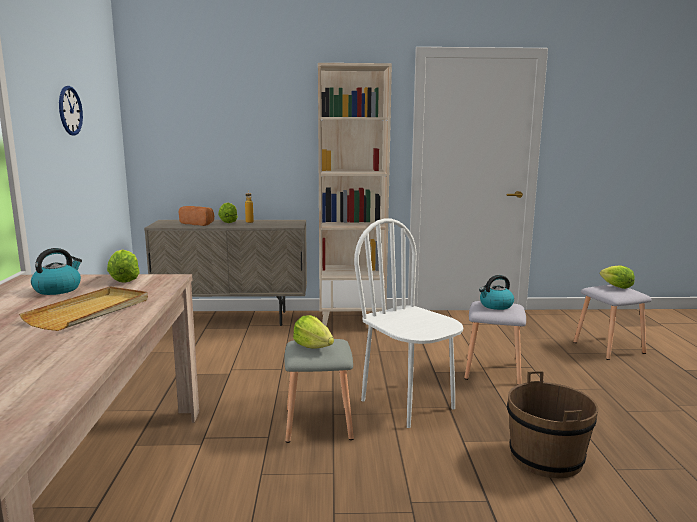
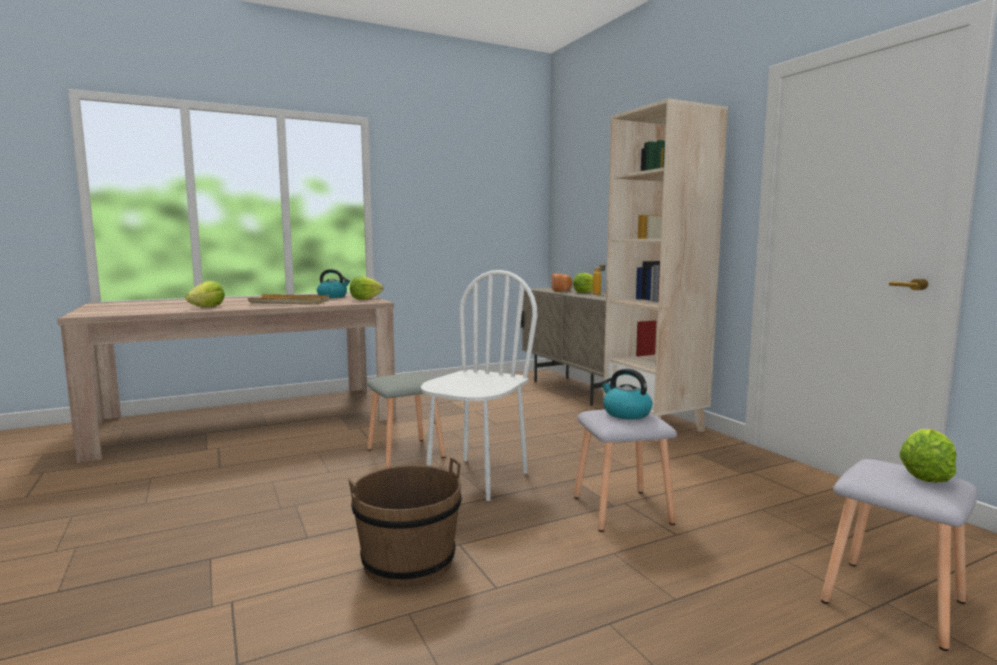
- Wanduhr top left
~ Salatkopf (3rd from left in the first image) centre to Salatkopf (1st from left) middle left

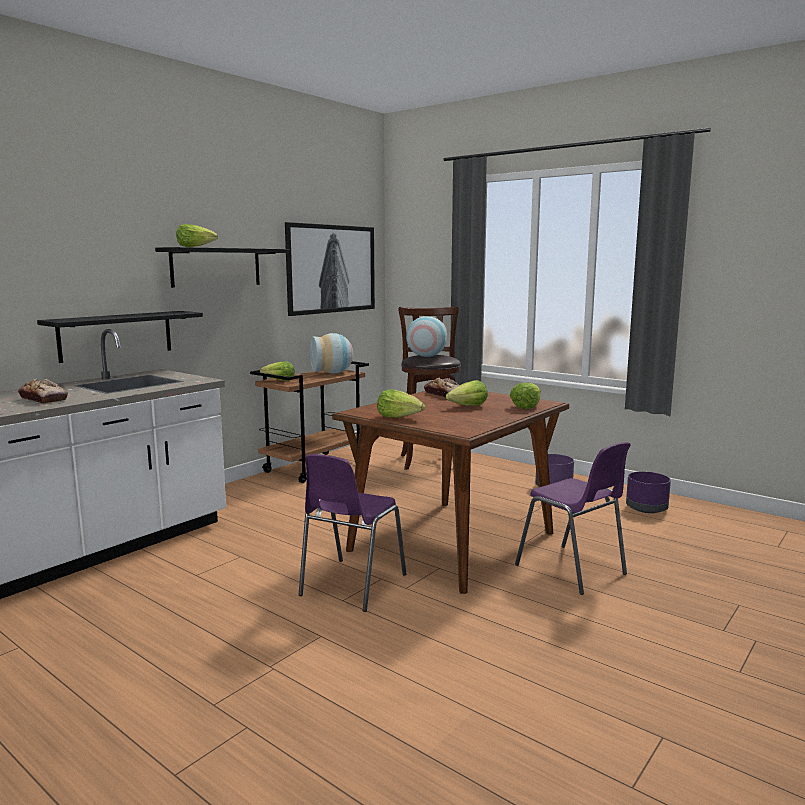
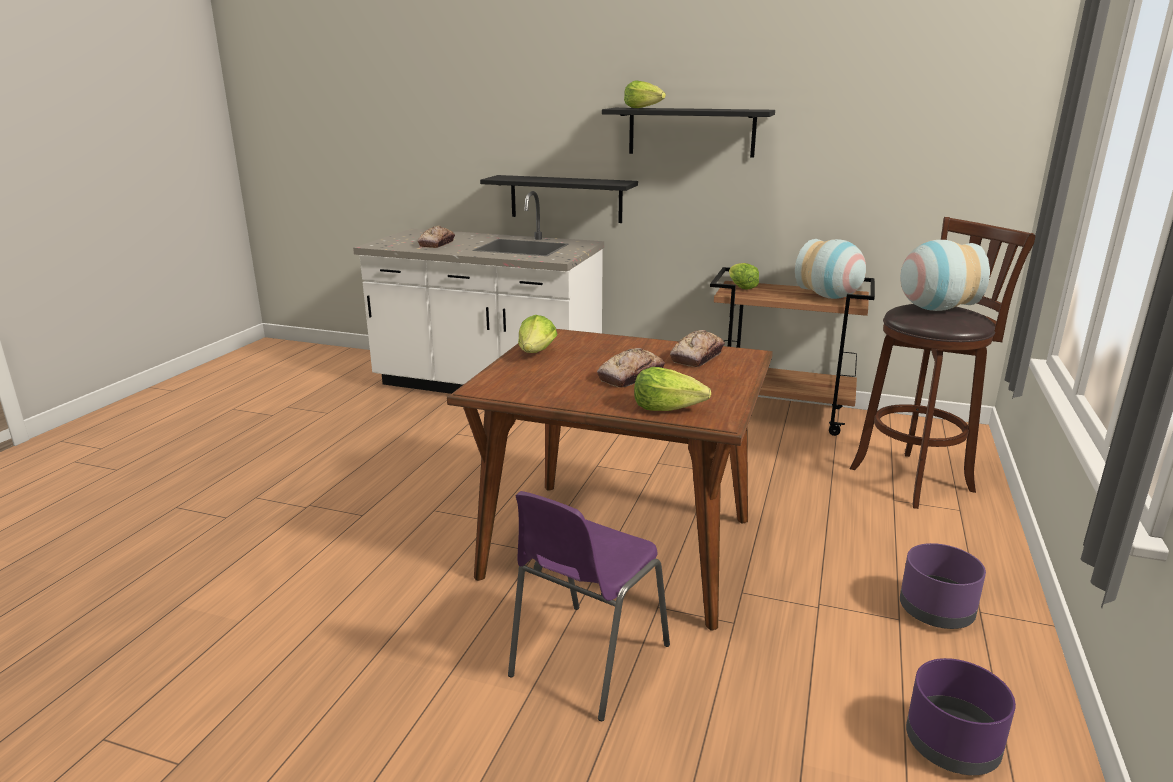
- Bild centre
- Stuhl [lila] (1st from left) centre
~ Salatkopf (4th from left) centre to Brot (2nd from left) centre

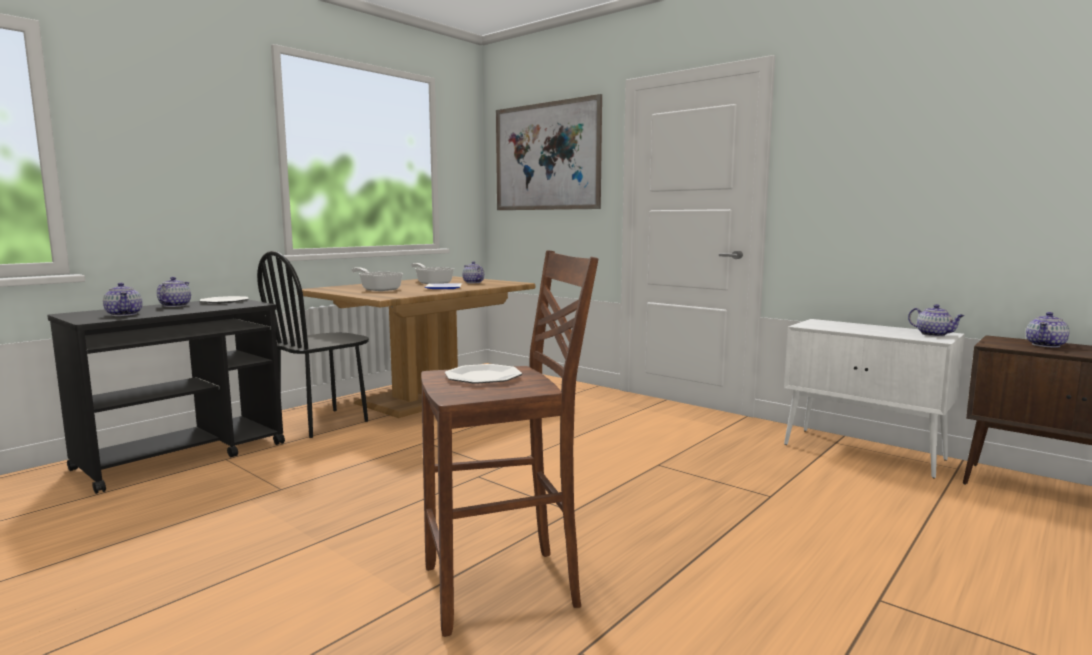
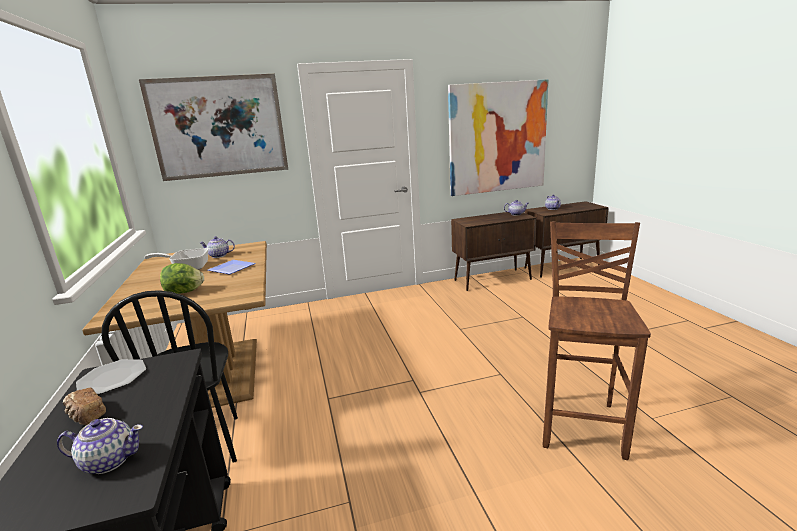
~ Teekanne (2nd from left) middle left to Brot bottom left
~ Pfanne (1st from left) centre to Salatkopf middle left
- Teller (3rd from left) centre
~ Schrank [weiß] middle right to Schrank [braun] (1st from left) centre
+ Bild (2nd from left) top centre

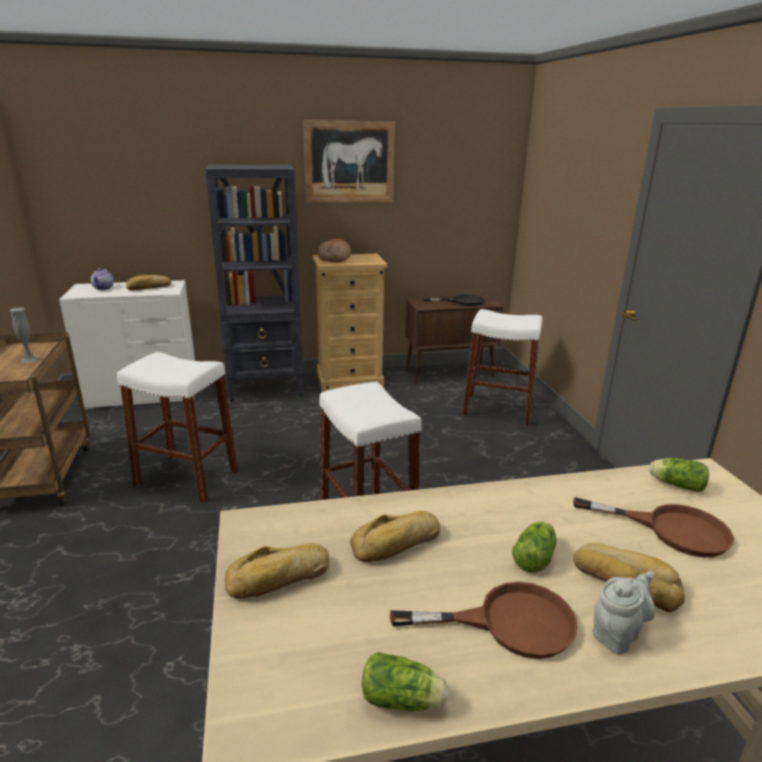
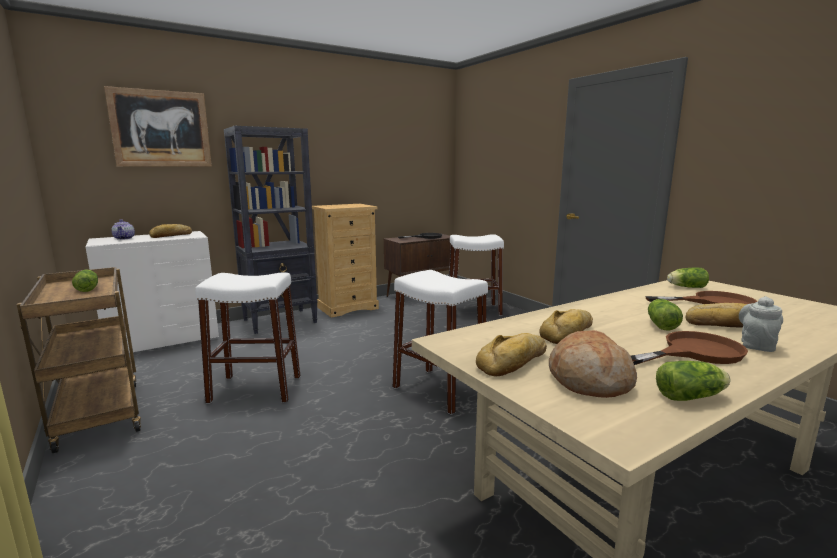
~ Vase [grau] middle left to Salatkopf (1st from left) middle left
~ Bild top centre to top left
~ Brot (3rd from left in the first image) top centre to Brot (4th from left) middle right

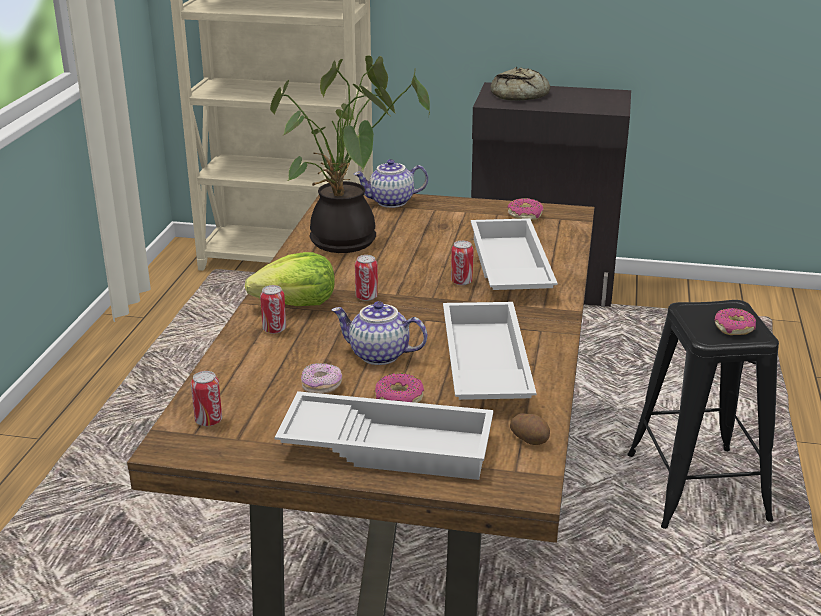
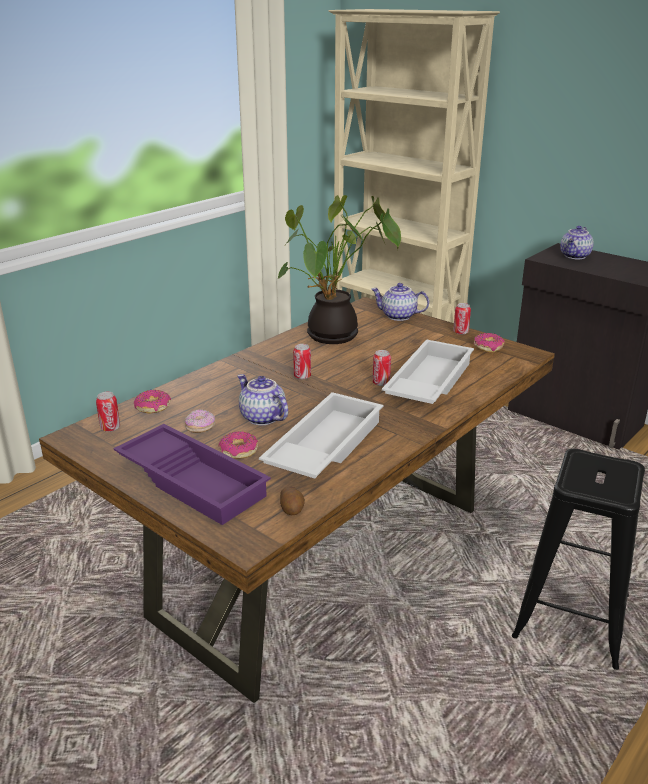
- Salatkopf centre
~ Dose (2nd from left in the first image) middle left to Dose (4th from left) middle right
~ Tablett [weiß] (1st from left) bottom centre to Tablett [lila] middle left
~ Brot top centre to Teekanne (3rd from left) top right
~ Donut (4th from left in the first image) middle right to Donut (1st from left) middle left

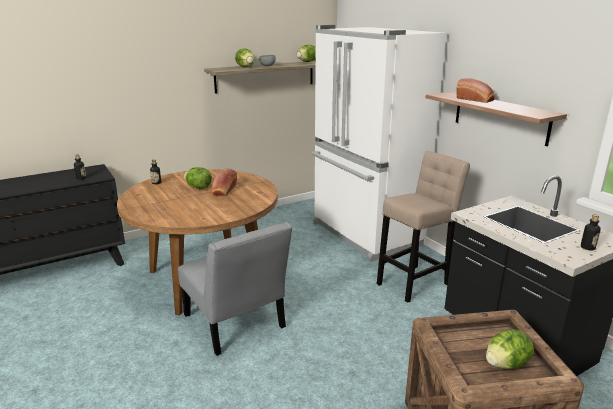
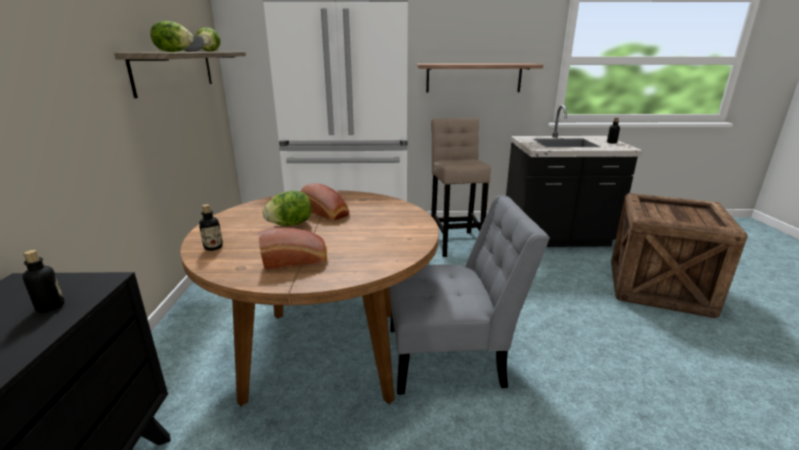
~ Brot (2nd from left in the first image) top right to Brot (1st from left) centre
- Salatkopf (4th from left) bottom right

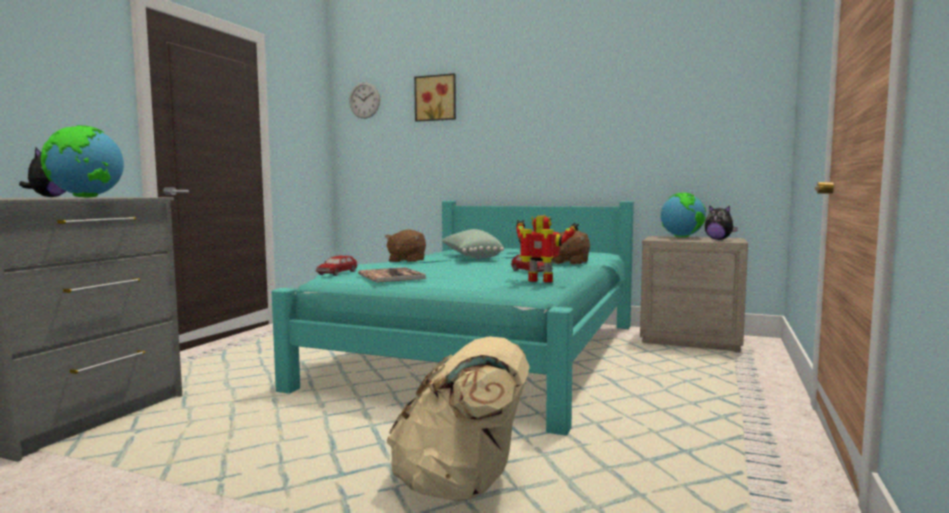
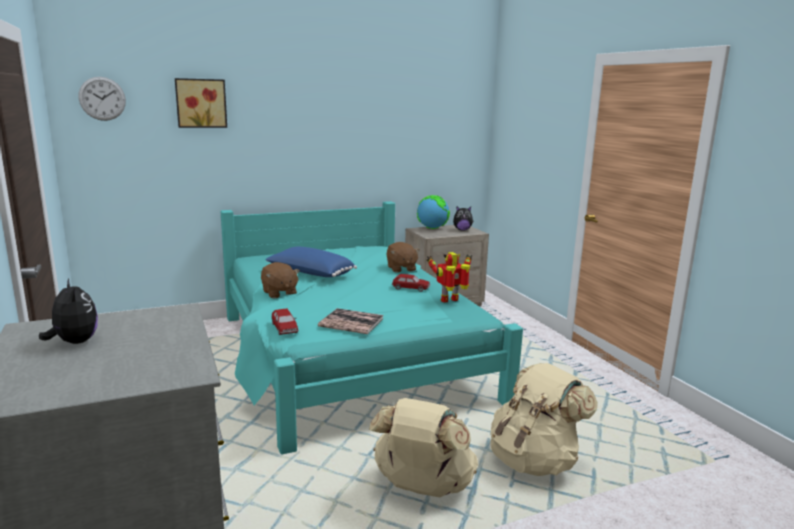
- Globus (1st from left) top left
~ Kissen [grün] centre to Kissen [blau] centre
+ Rucksack [beige] (1st from left) bottom centre

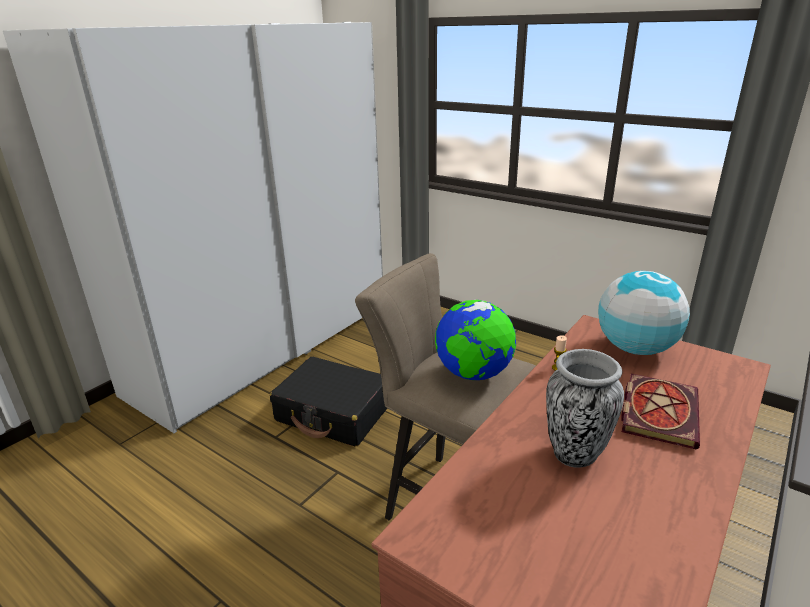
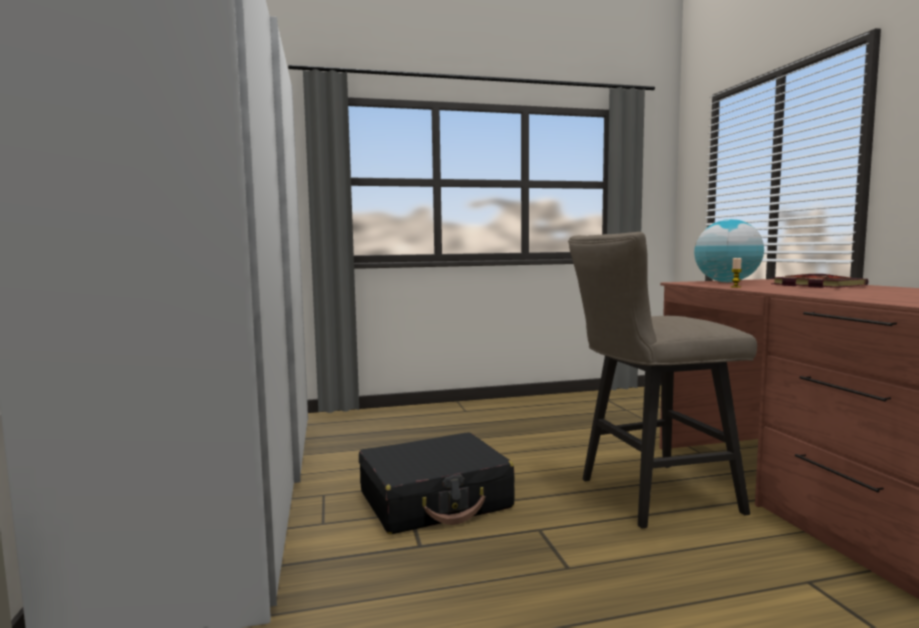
- Globus (1st from left) centre
- Vase bottom right

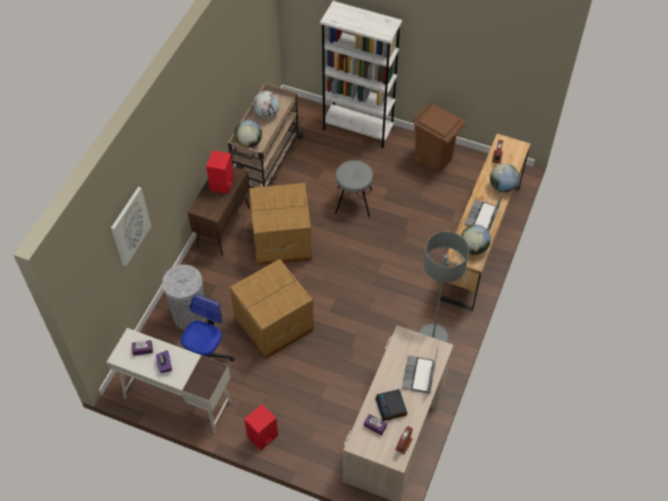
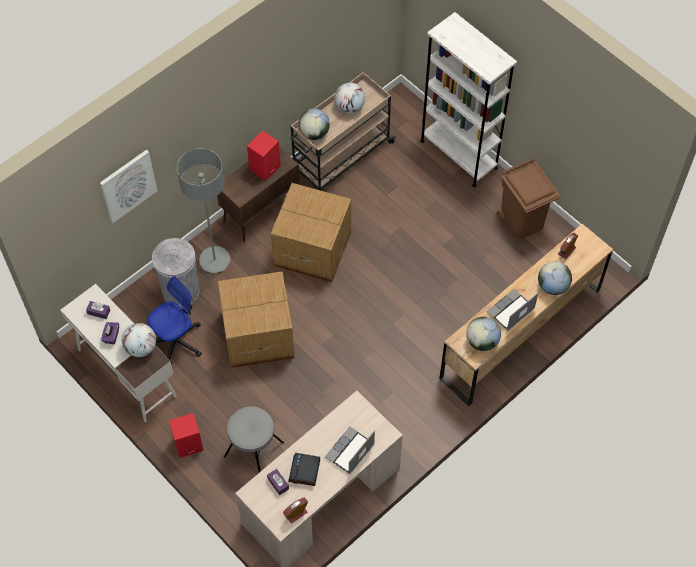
~ Hocker [grau] centre to bottom centre
~ Stehlampe [grau] centre to middle left
+ Globus (1st from left) middle left

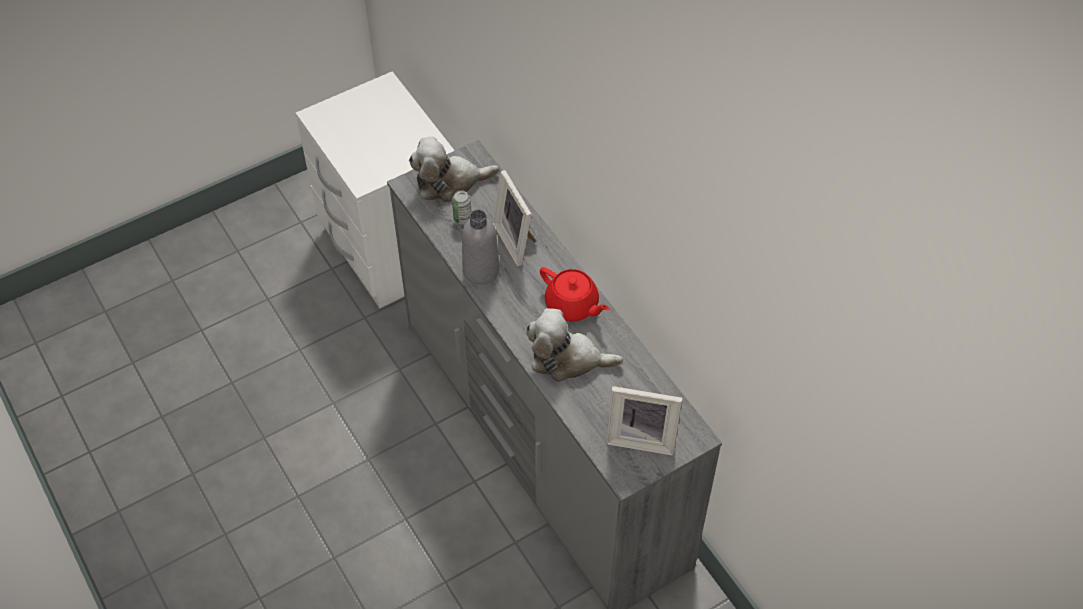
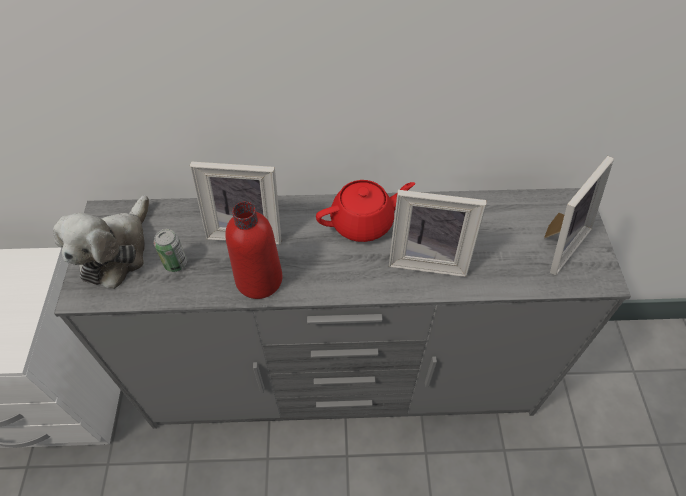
~ Flasche [grau] centre to Flasche [rot] centre
~ Plüschtier (2nd from left) centre to Bilderrahmen (2nd from left) centre

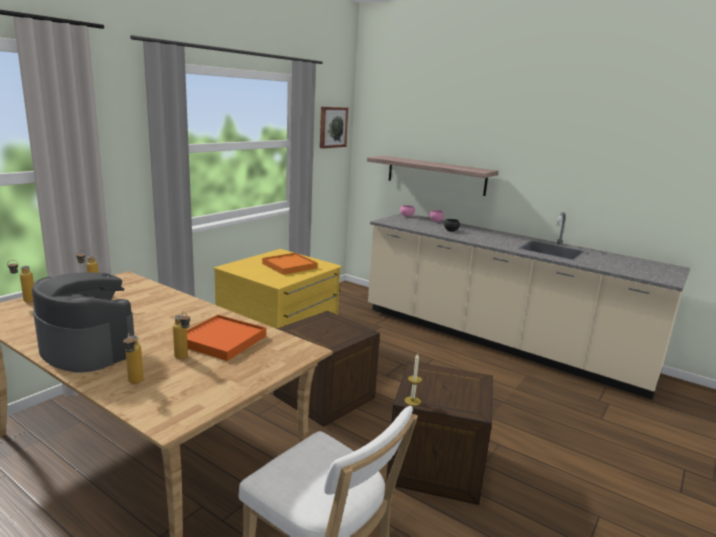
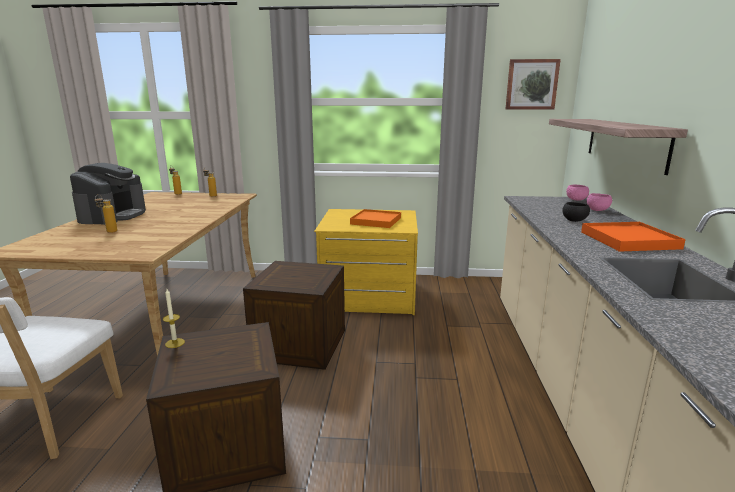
- Flasche (3rd from left) bottom left
~ Tablett [orange] (1st from left in the first image) middle left to Tablett [orange] (2nd from left) middle right

